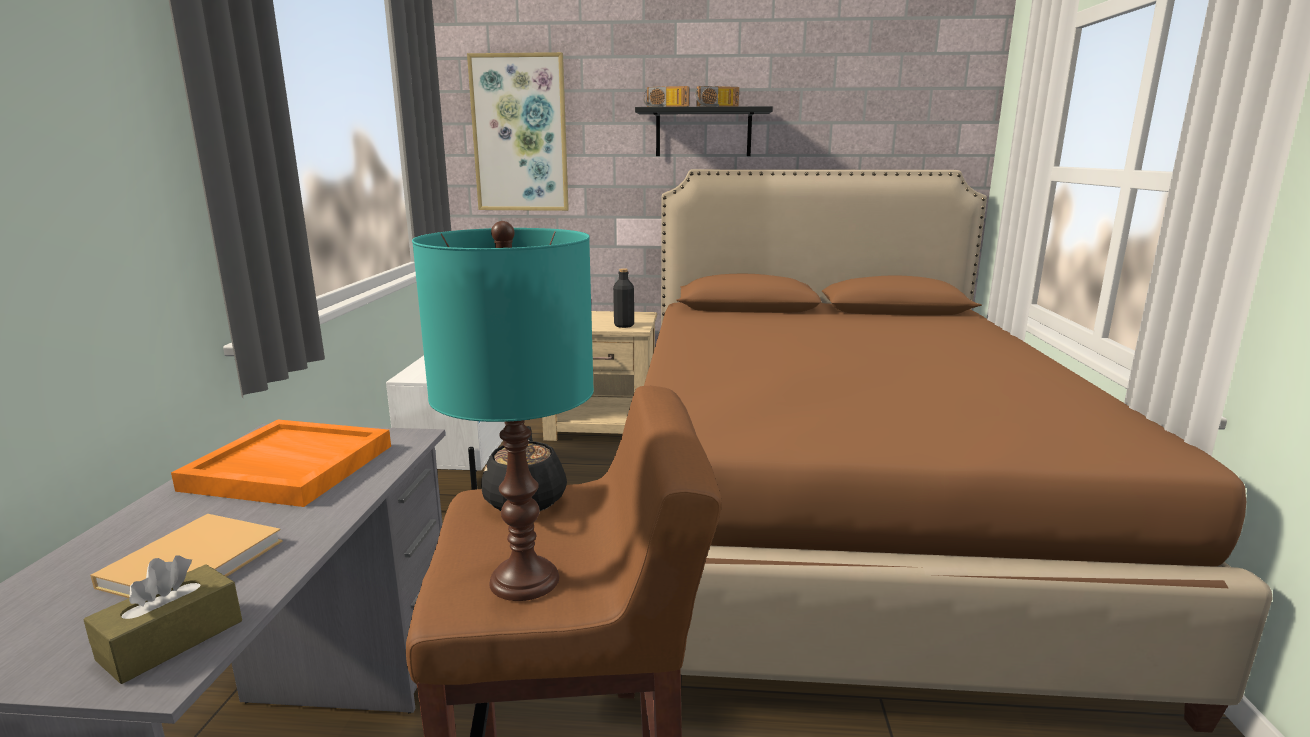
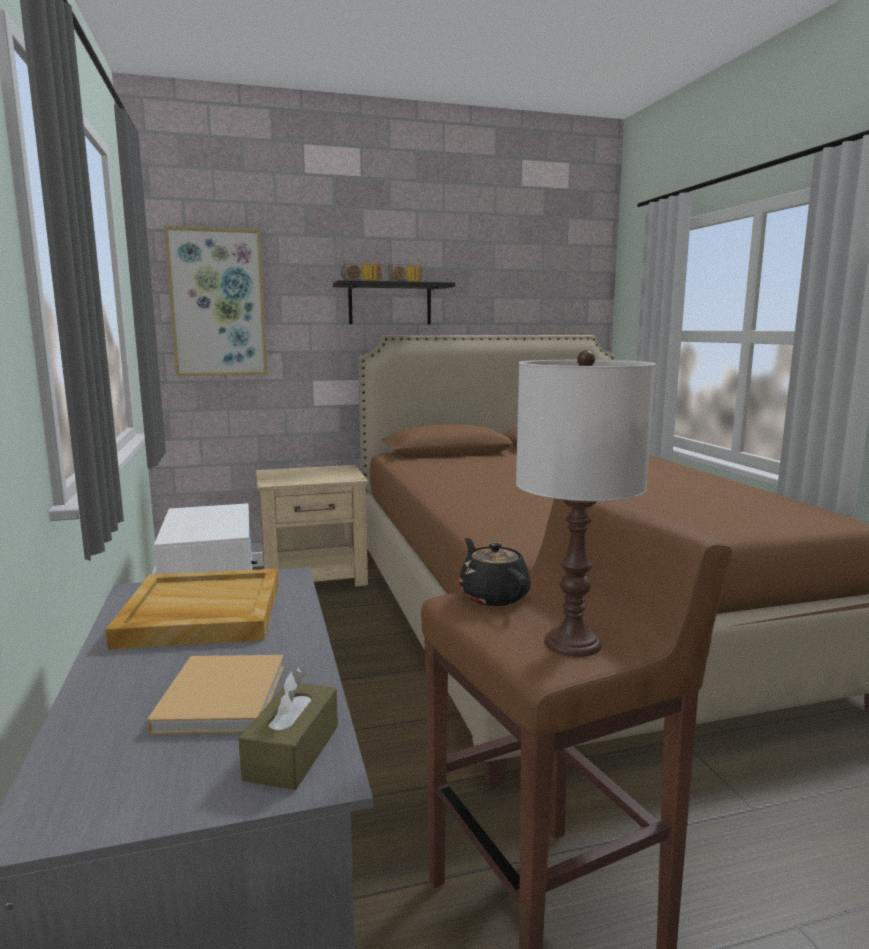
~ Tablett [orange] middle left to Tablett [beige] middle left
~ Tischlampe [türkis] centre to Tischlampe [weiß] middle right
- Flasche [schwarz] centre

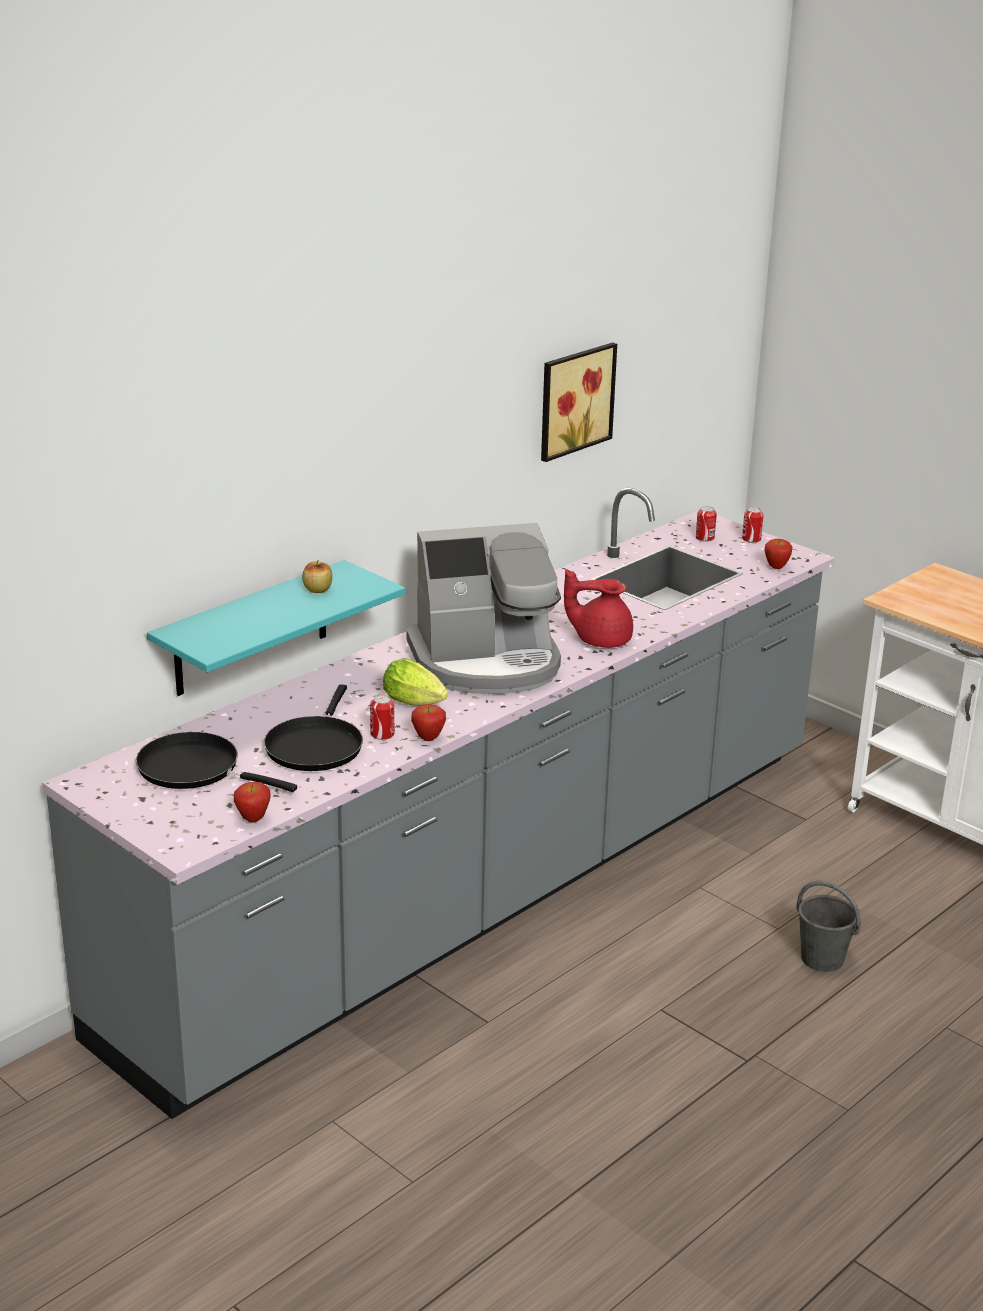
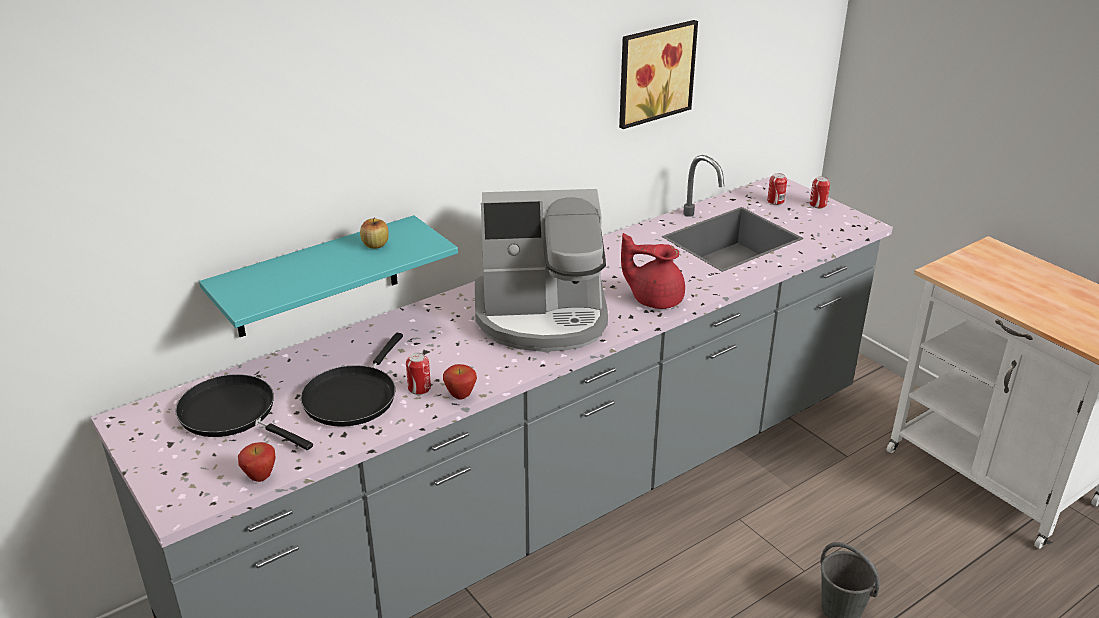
- Salatkopf centre
- Apfel (4th from left) middle right

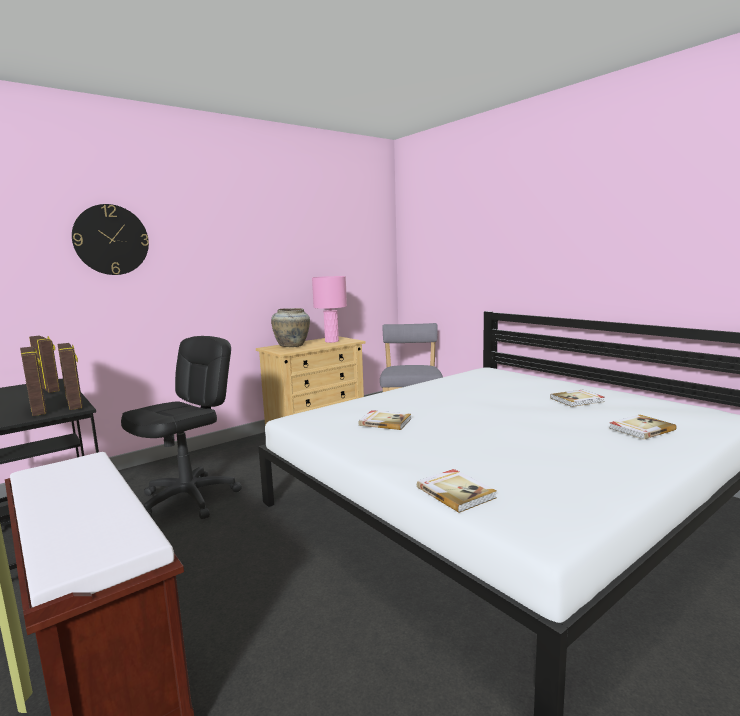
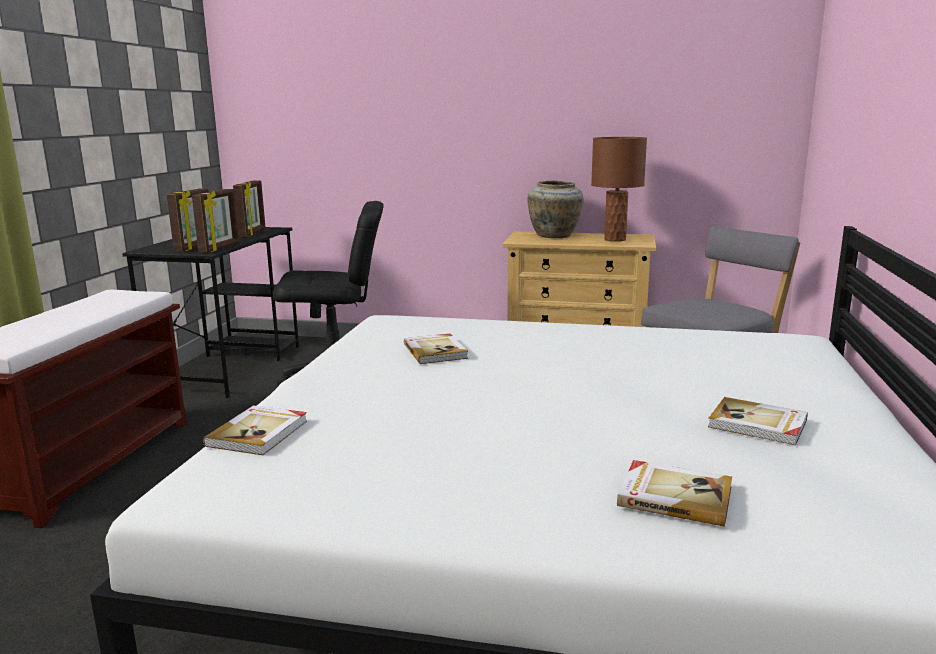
- Wanduhr middle left
~ Tischlampe [rosa] centre to Tischlampe [braun] top centre

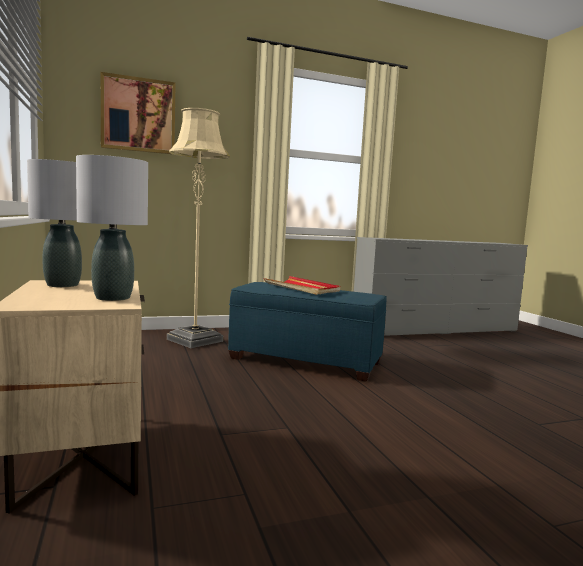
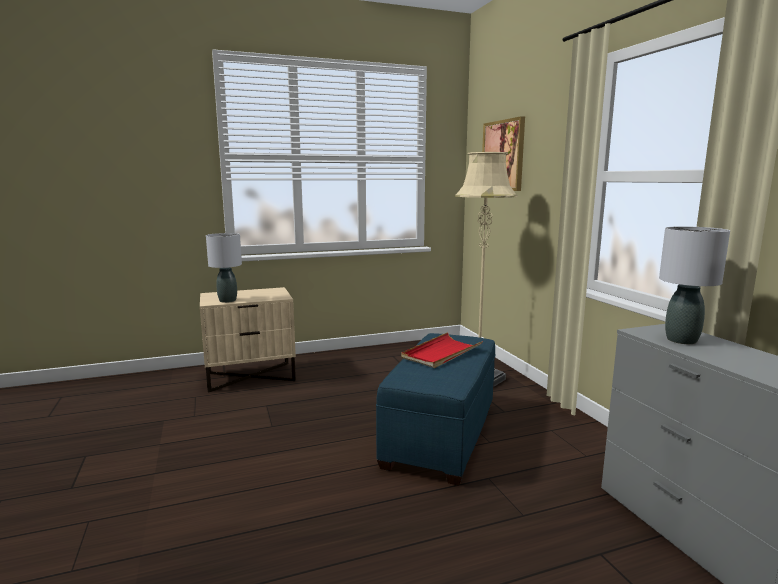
~ Tischlampe [grau] (1st from left in the first image) middle left to Tischlampe [grau] (2nd from left) middle right

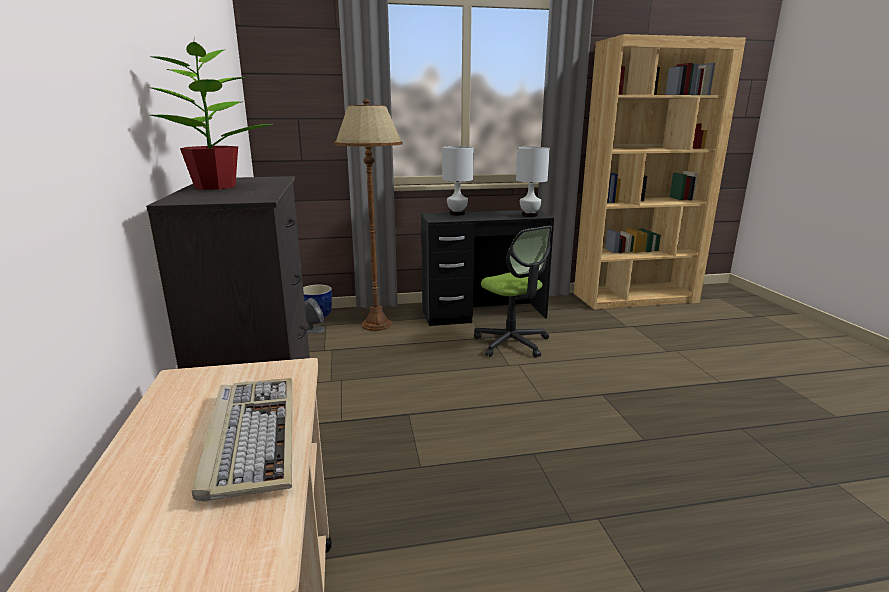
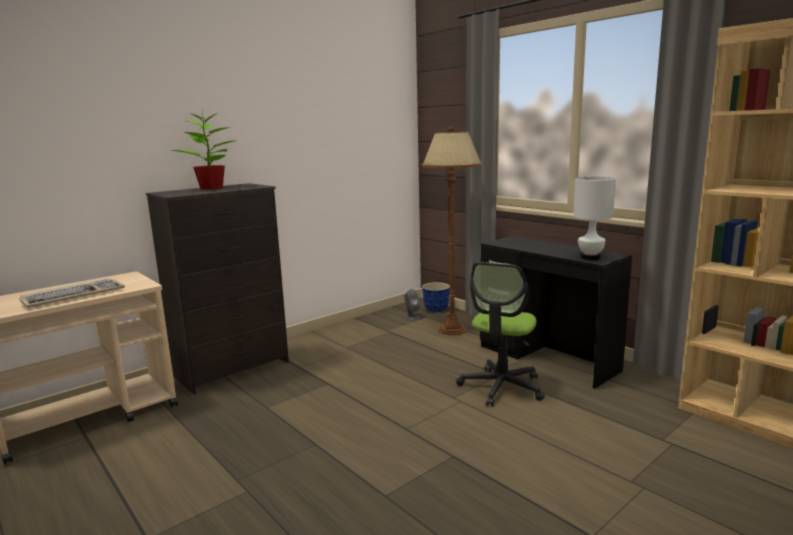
- Tischlampe [weiß] (1st from left) top centre

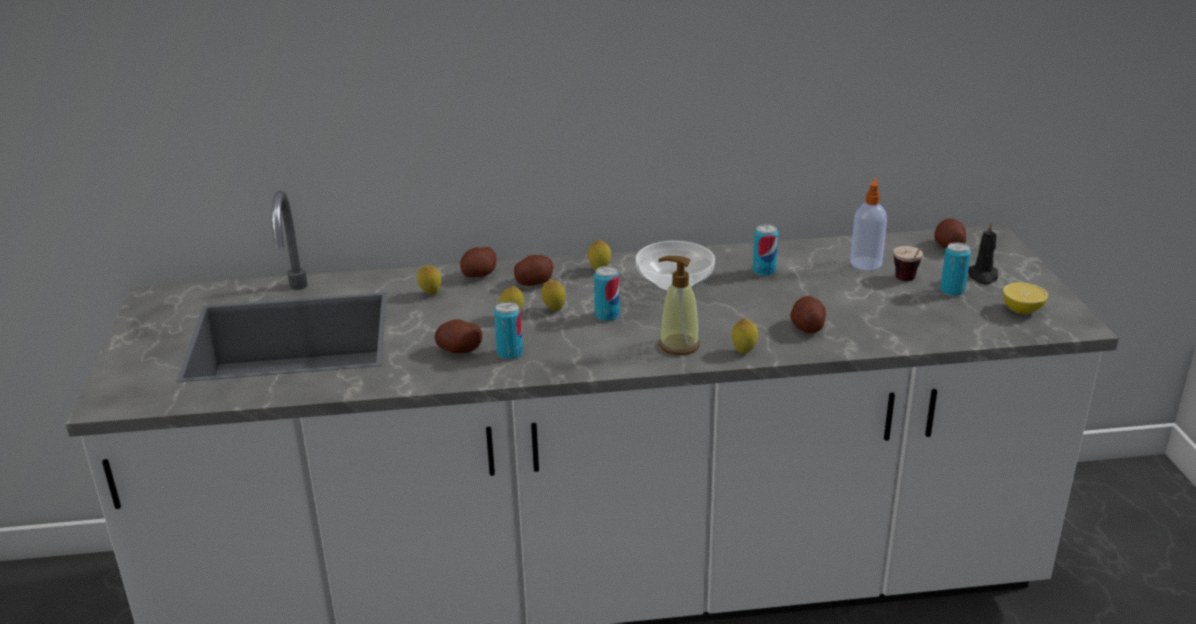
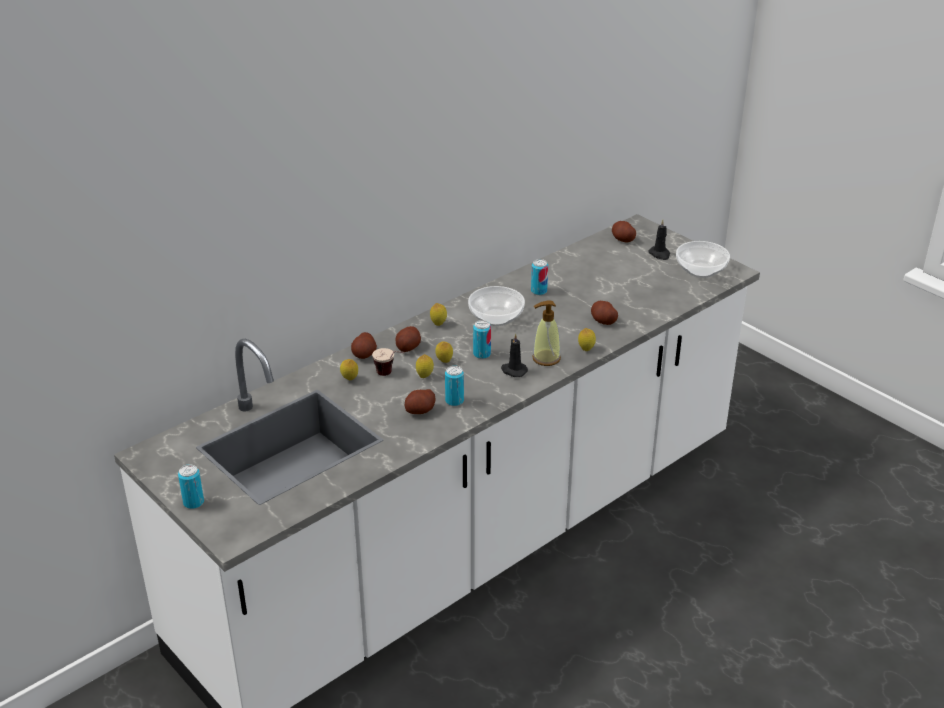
- Seifenspender (2nd from left) middle right
~ Tasse middle right to centre
~ Dose (4th from left in the first image) middle right to Dose (1st from left) bottom left
~ Zitrone (6th from left) middle right to Schüssel (2nd from left) middle right
+ Kerze [schwarz] (1st from left) centre

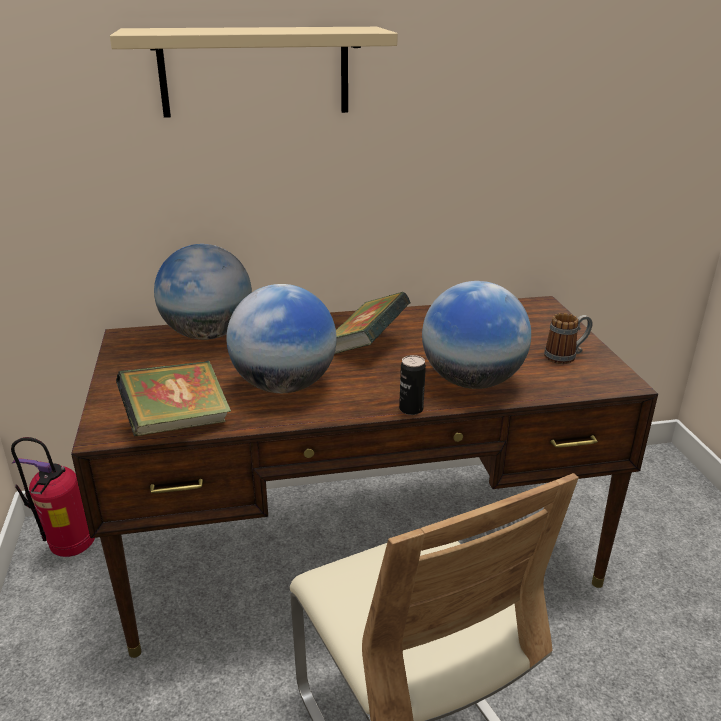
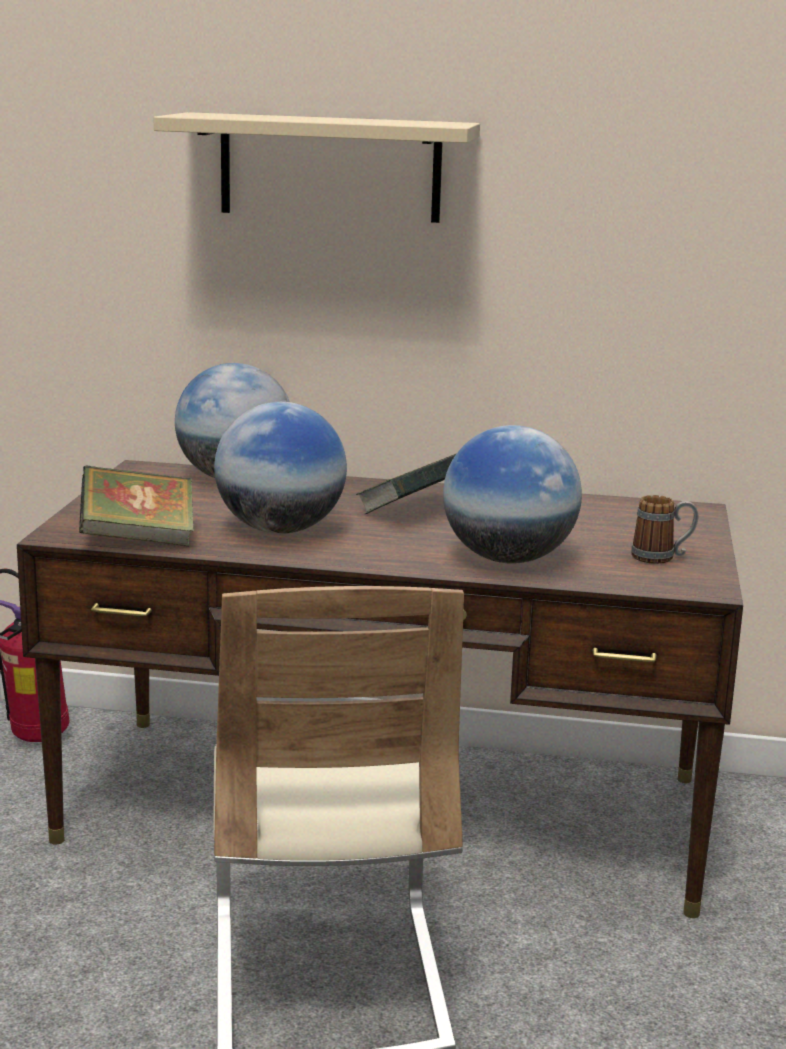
- Dose centre

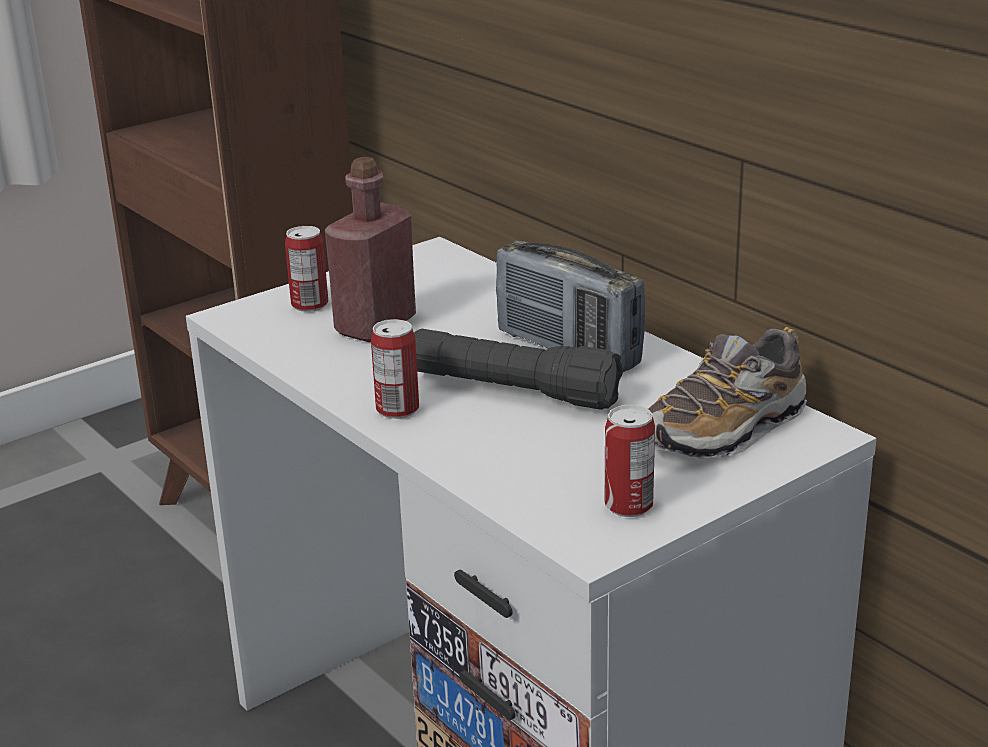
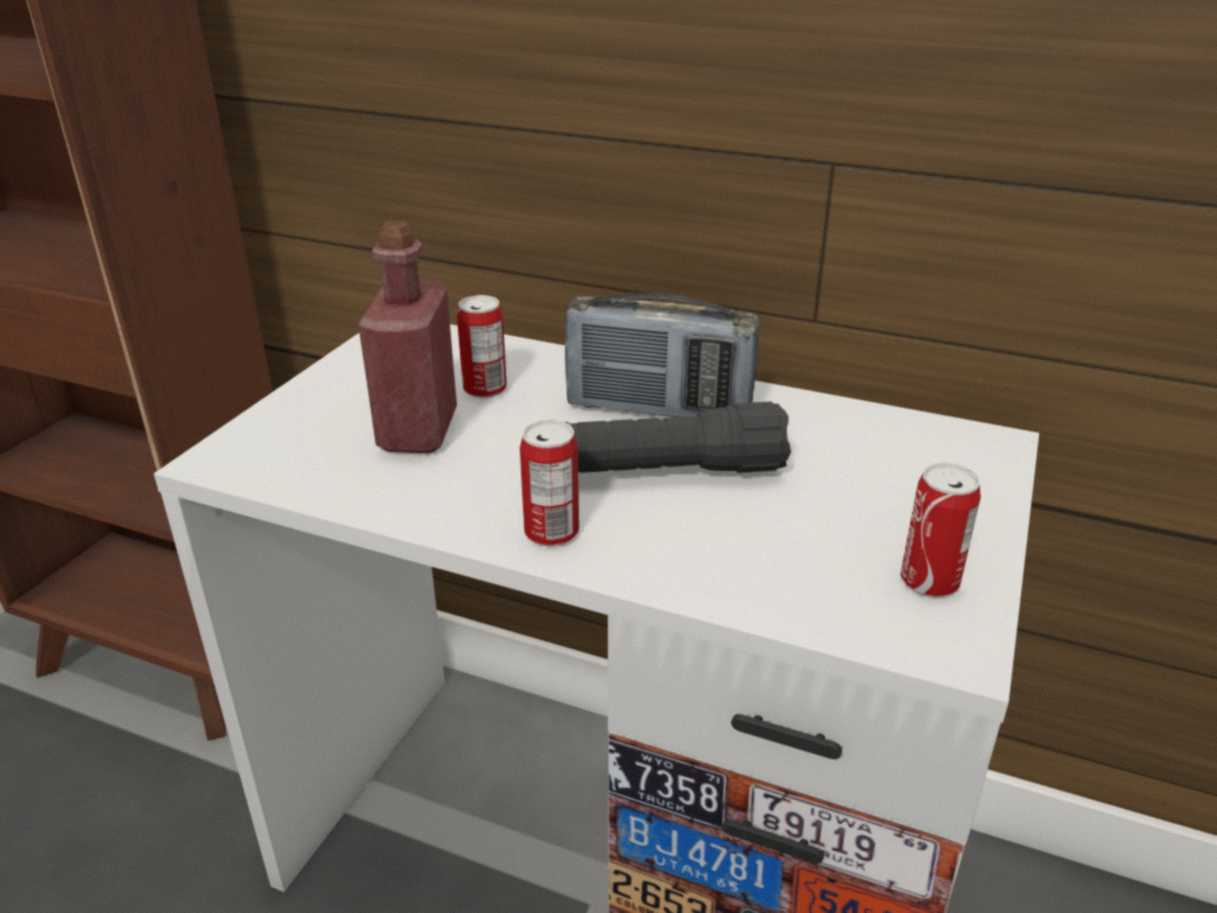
~ Dose (1st from left) middle left to centre
- Schuh middle right

